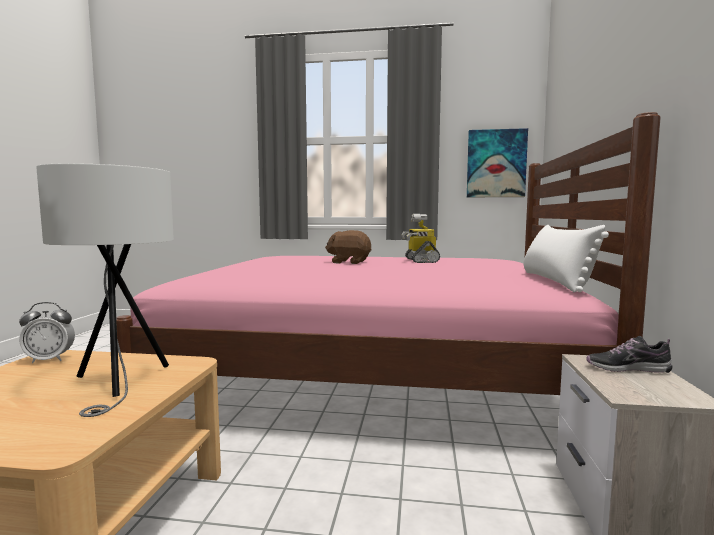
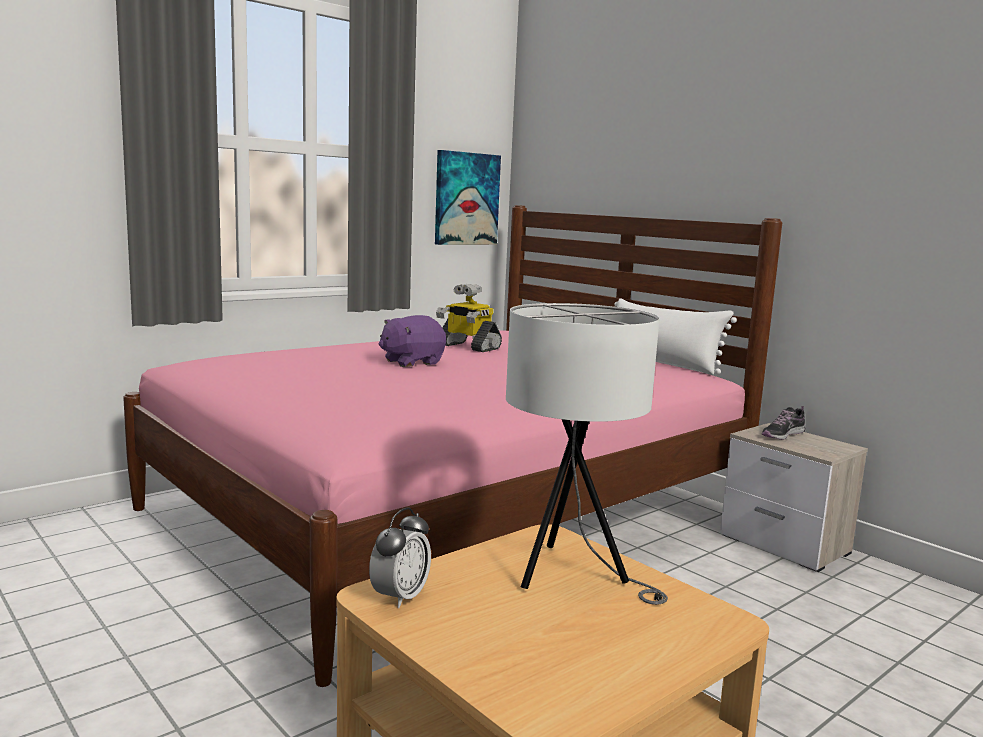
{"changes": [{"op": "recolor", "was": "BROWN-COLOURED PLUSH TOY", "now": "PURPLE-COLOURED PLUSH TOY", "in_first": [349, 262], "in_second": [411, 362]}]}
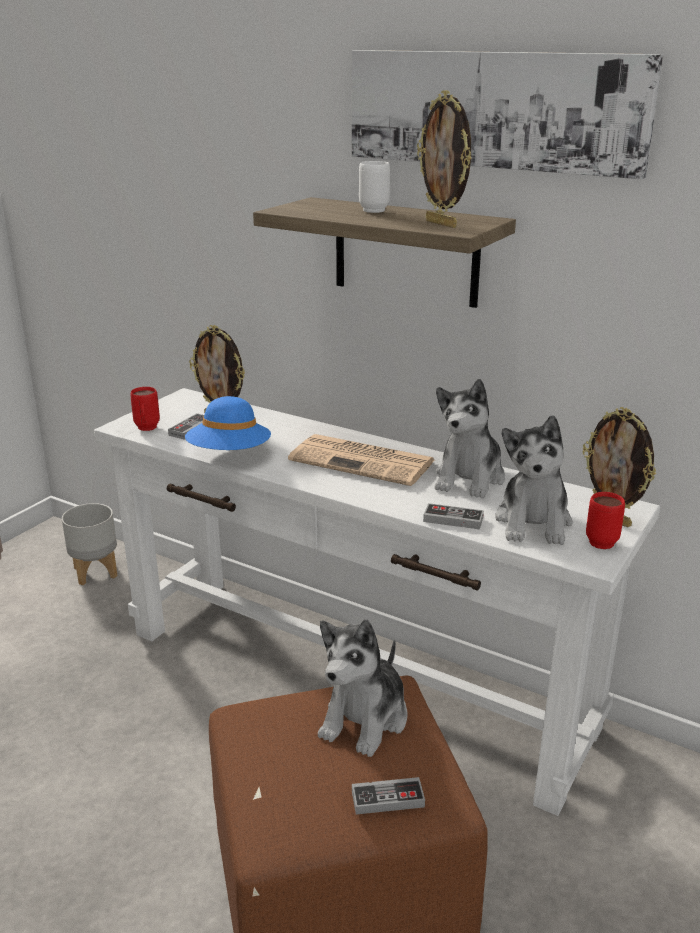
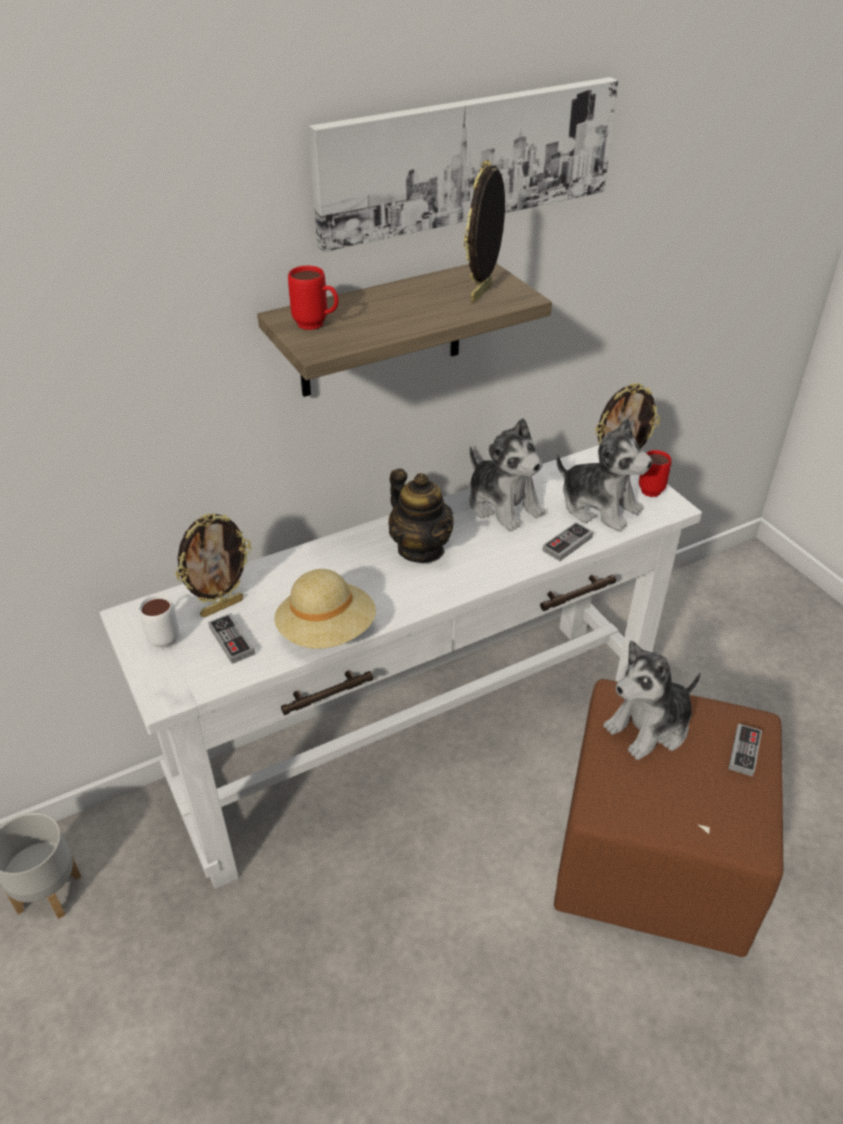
{"changes": [{"op": "move", "was": "RED COFFEE MUG", "in_first": [146, 429], "in_second": [317, 326]}, {"op": "move", "was": "WHITISH COFFEE MUG", "in_first": [377, 210], "in_second": [162, 636]}, {"op": "replace", "was": "PRINTED PAPER", "now": "TEAPOT", "in_first": [364, 461], "in_second": [421, 549]}, {"op": "recolor", "was": "BLUISH WEARABLE HAT", "now": "SAND-COLOURED WEARABLE HAT", "in_first": [229, 454], "in_second": [327, 631]}, {"op": "rotate", "was": "PLUSH TOY", "in_first": [365, 719], "in_second": [649, 727], "clockwise": 90}, {"op": "rotate", "was": "PHOTO FRAME", "in_first": [442, 224], "in_second": [483, 294], "clockwise": 120}]}
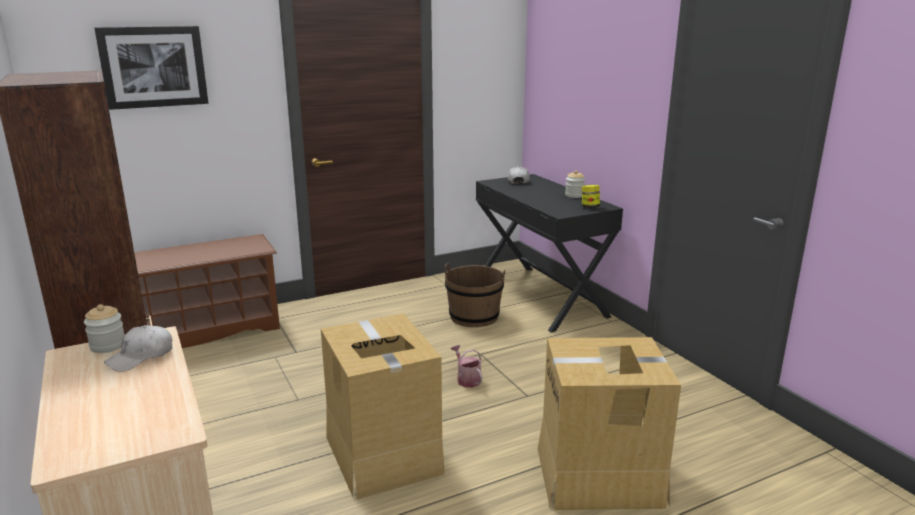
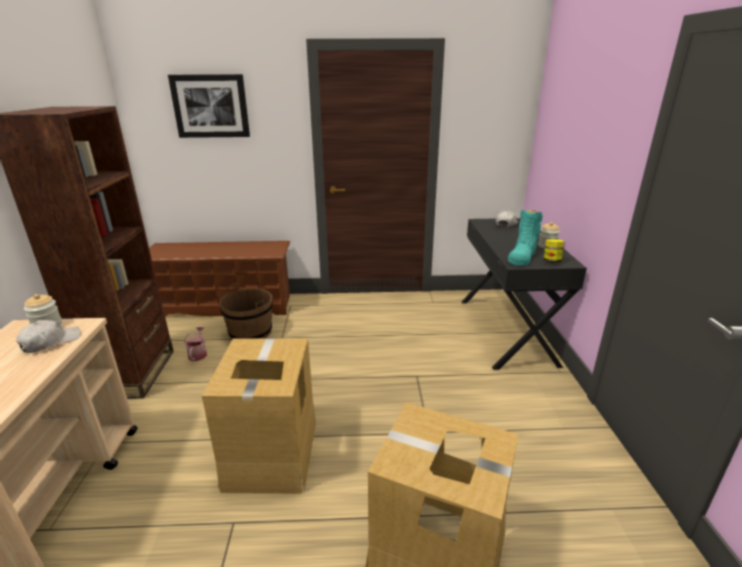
{"changes": [{"op": "insert", "now": "BLUE-GREEN HIGH-TOP BOOT", "in_second": [522, 256]}, {"op": "move", "was": "BROWN-COLOURED WATER BUCKET", "in_first": [474, 316], "in_second": [250, 332]}, {"op": "move", "was": "WATERING POT", "in_first": [467, 379], "in_second": [198, 354]}, {"op": "rotate", "was": "WHITISH PEAKED CAP", "in_first": [141, 357], "in_second": [50, 342], "clockwise": 150}]}
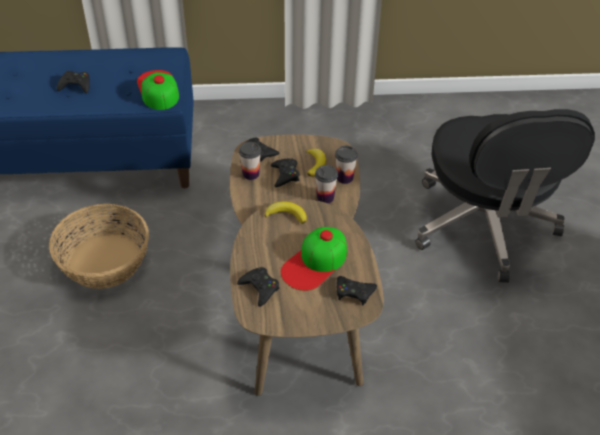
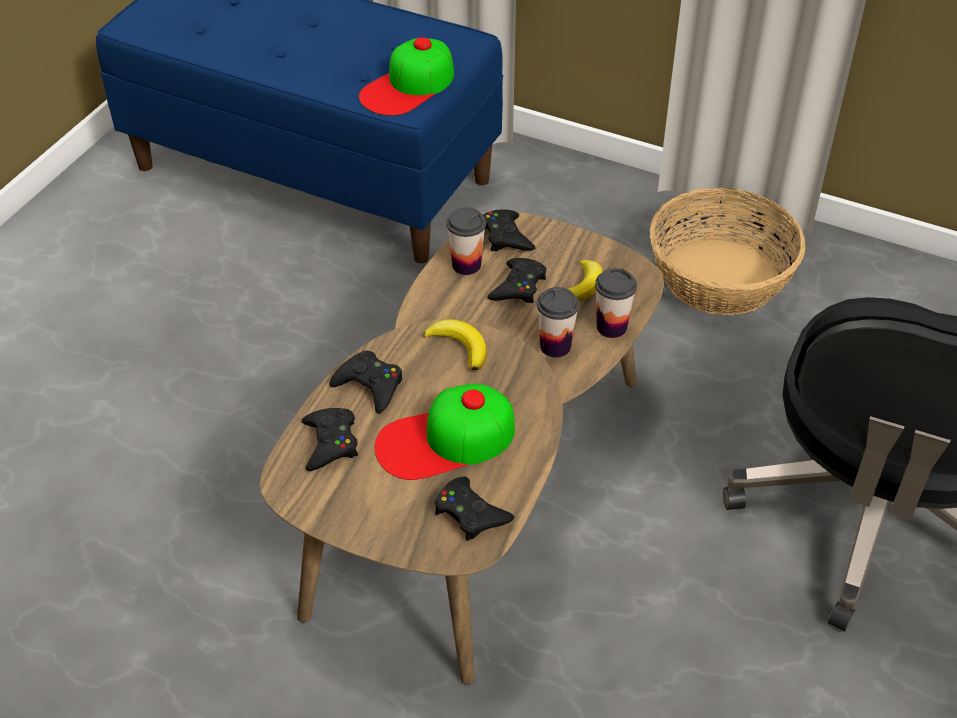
{"changes": [{"op": "move", "was": "STORAGE BASKET", "in_first": [104, 261], "in_second": [720, 276]}, {"op": "move", "was": "BLACK-COLOURED GAMEPAD", "in_first": [75, 85], "in_second": [370, 386]}, {"op": "rotate", "was": "PEAKED CAP", "in_first": [158, 89], "in_second": [408, 86], "clockwise": -150}]}
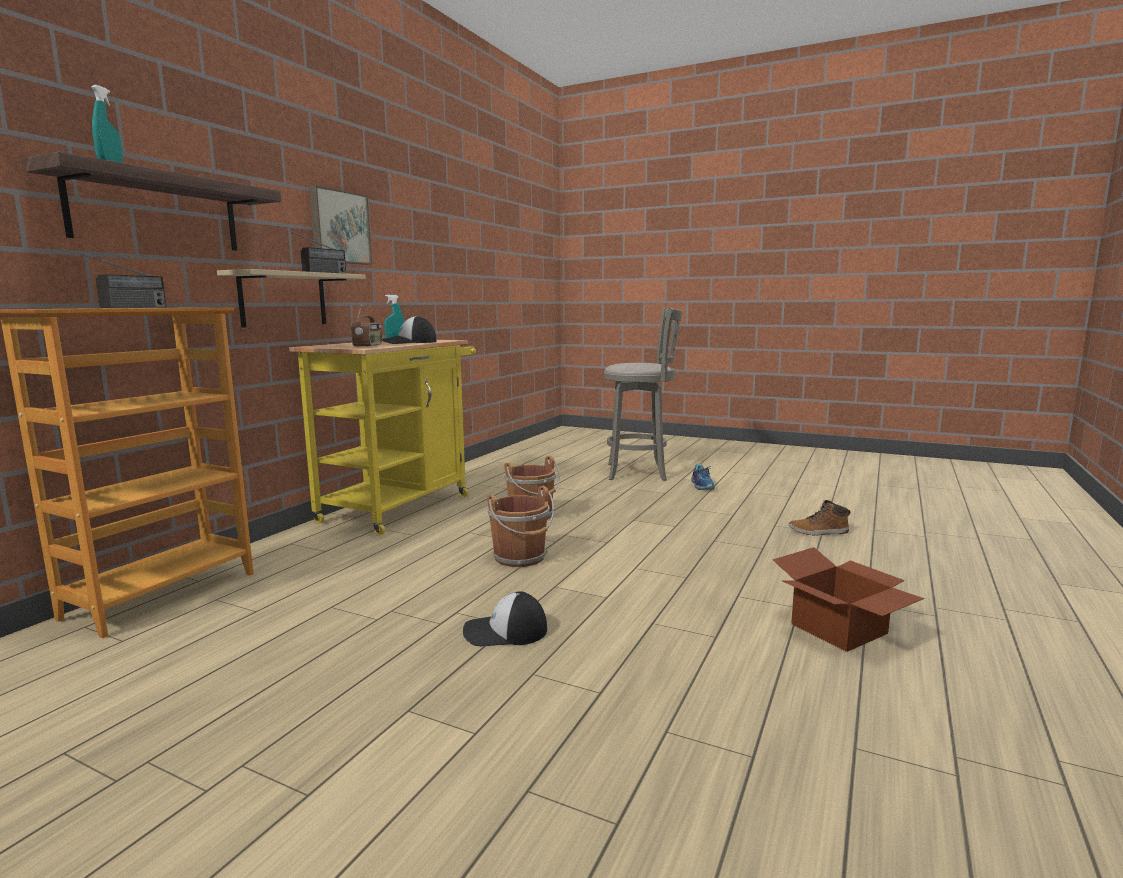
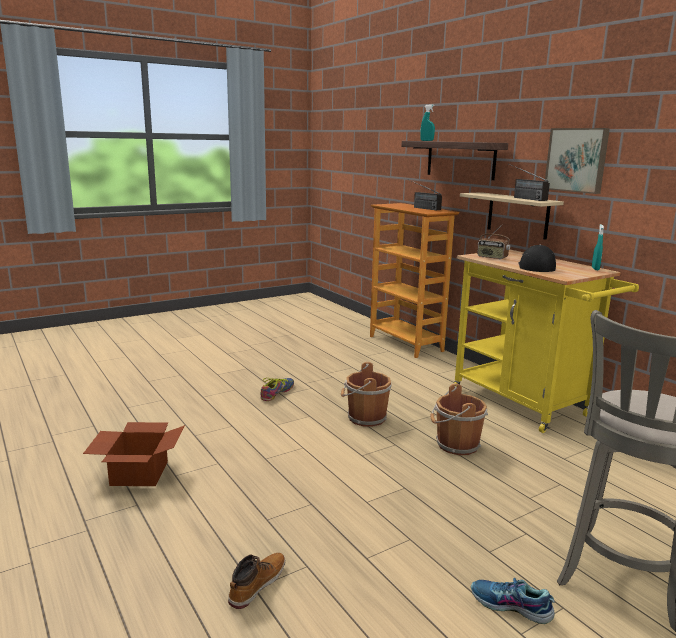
{"changes": [{"op": "replace", "was": "PEAKED CAP", "now": "LOW SHOE", "in_first": [504, 631], "in_second": [277, 392]}]}
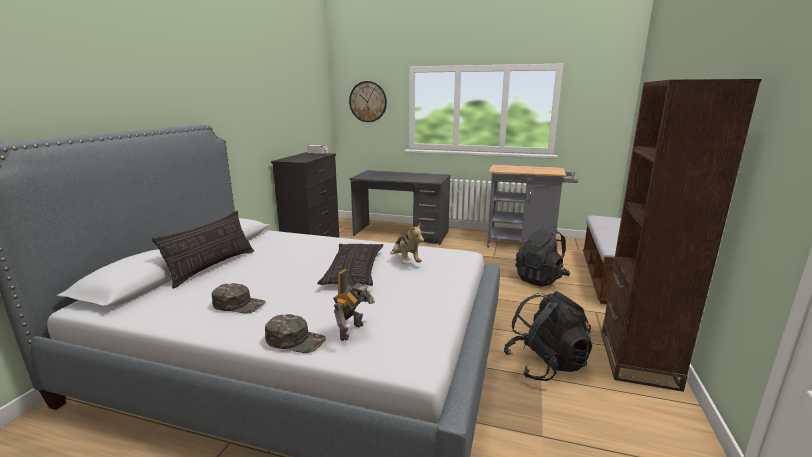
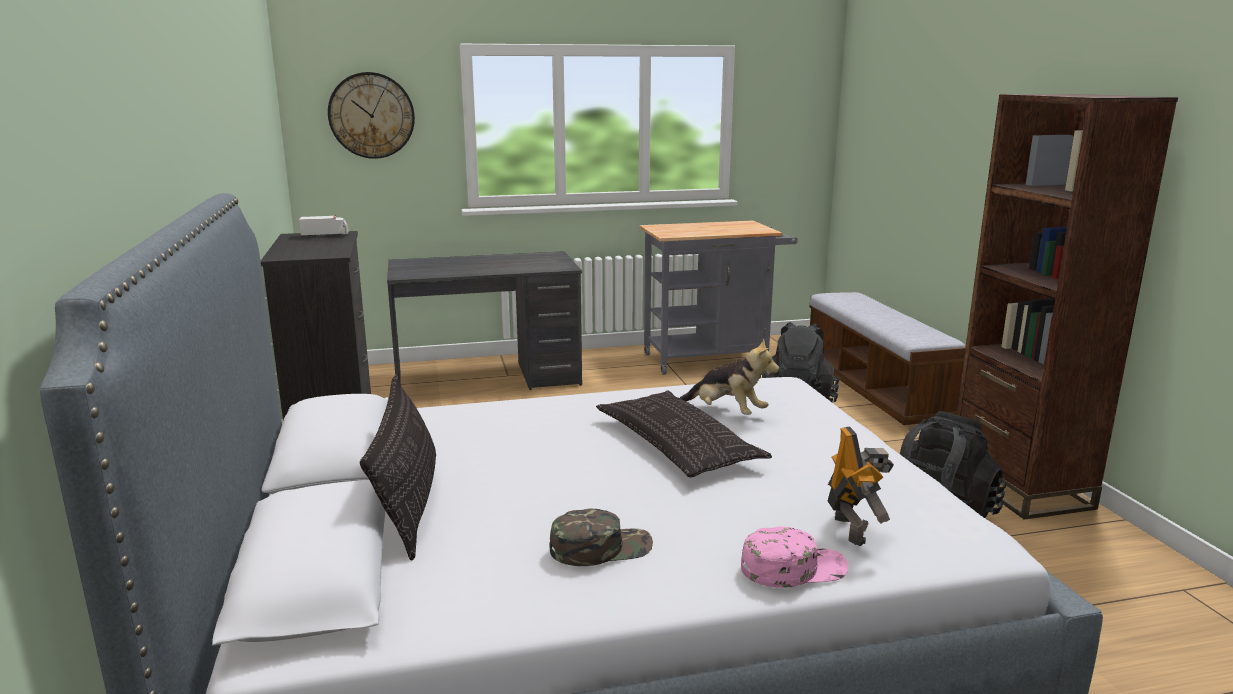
{"changes": [{"op": "recolor", "was": "GREEN PEAKED CAP", "now": "PINK PEAKED CAP", "in_first": [295, 340], "in_second": [793, 567]}]}
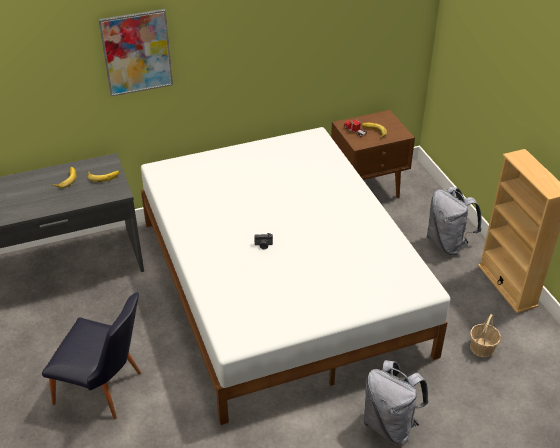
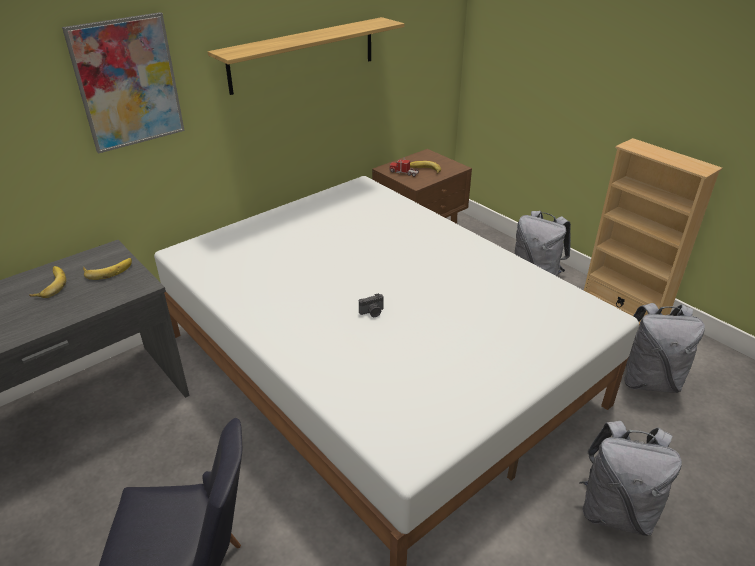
{"changes": [{"op": "insert", "now": "BRACKET SHELF", "in_second": [303, 54]}, {"op": "replace", "was": "STORAGE BASKET", "now": "GRAY BACKPACK", "in_first": [482, 348], "in_second": [648, 380]}]}
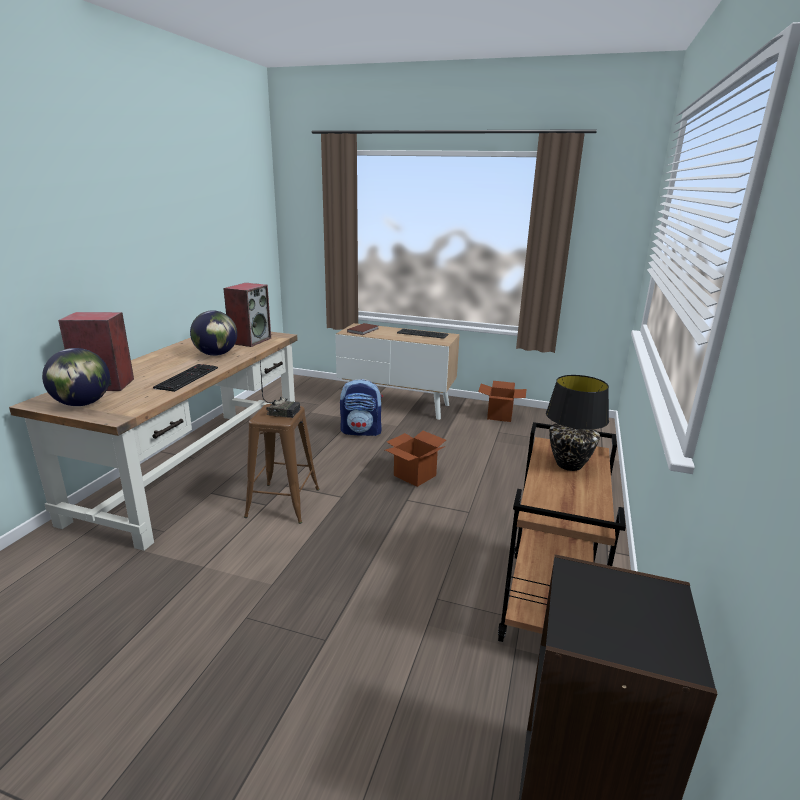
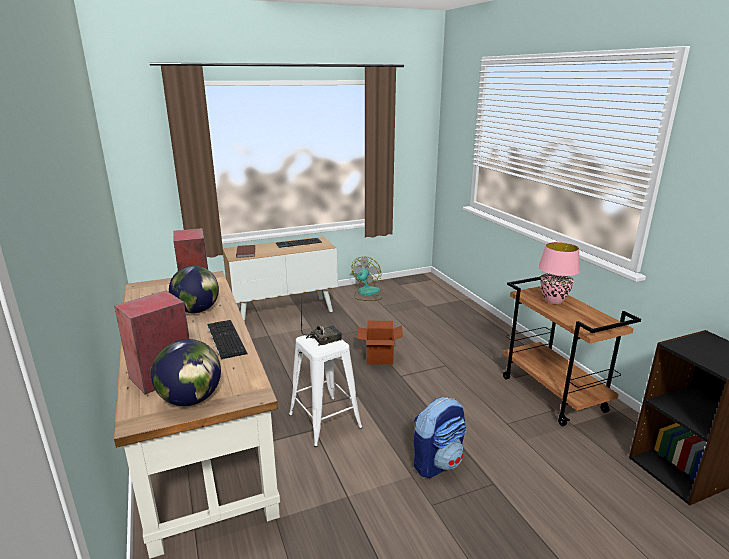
{"changes": [{"op": "move", "was": "BACKPACK", "in_first": [361, 431], "in_second": [437, 462]}, {"op": "replace", "was": "PACKING BOX", "now": "FAN", "in_first": [499, 415], "in_second": [366, 294]}, {"op": "recolor", "was": "BROWN-COLOURED STOOL", "now": "WHITISH STOOL", "in_first": [283, 502], "in_second": [324, 420]}, {"op": "recolor", "was": "BLACK-COLOURED LAMP FOR A TABLE", "now": "PINK LAMP FOR A TABLE", "in_first": [569, 465], "in_second": [554, 301]}]}
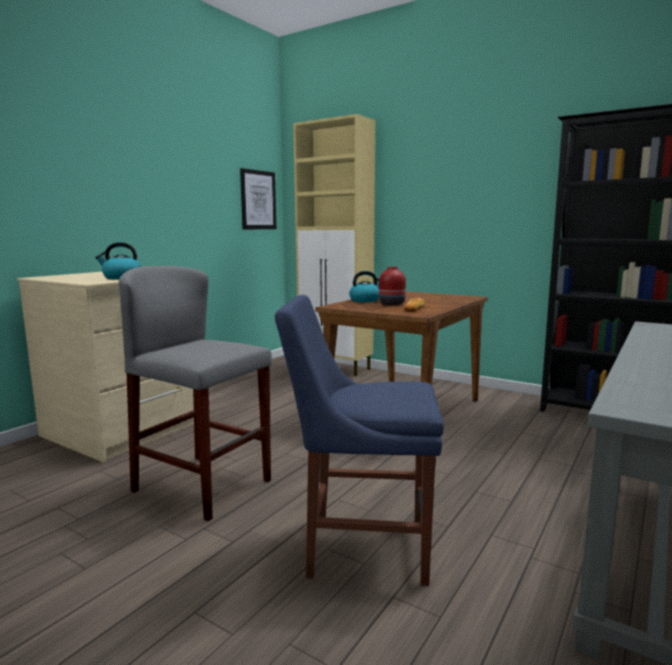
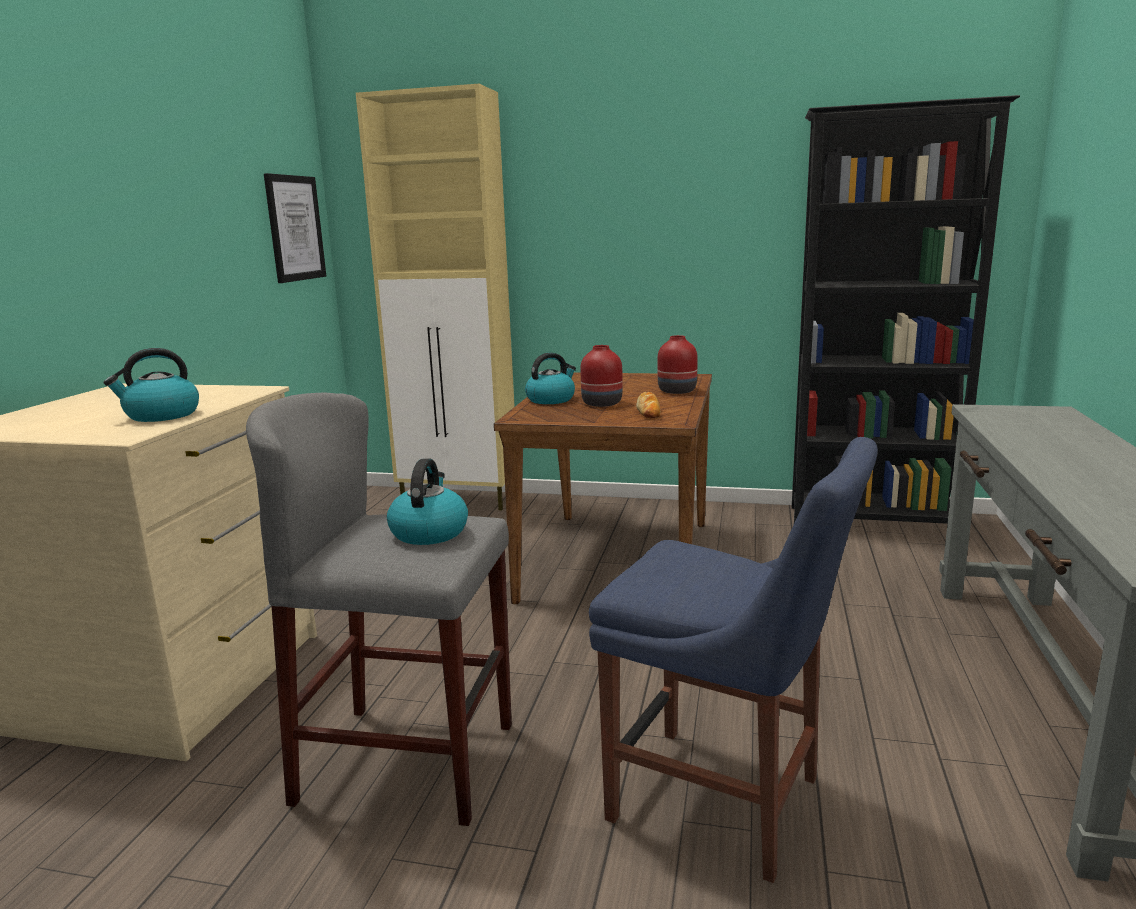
{"changes": [{"op": "insert", "now": "KETTLE", "in_second": [429, 532]}, {"op": "insert", "now": "RED VASE", "in_second": [678, 391]}, {"op": "rotate", "was": "BLUISH CHAIR", "in_first": [360, 545], "in_second": [725, 803], "clockwise": -135}]}
